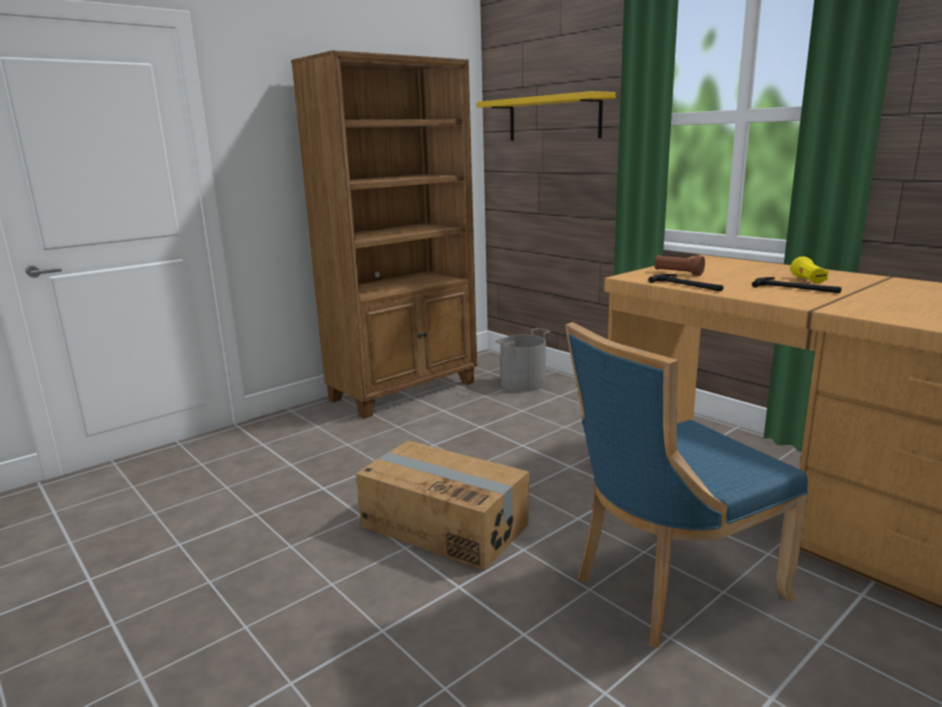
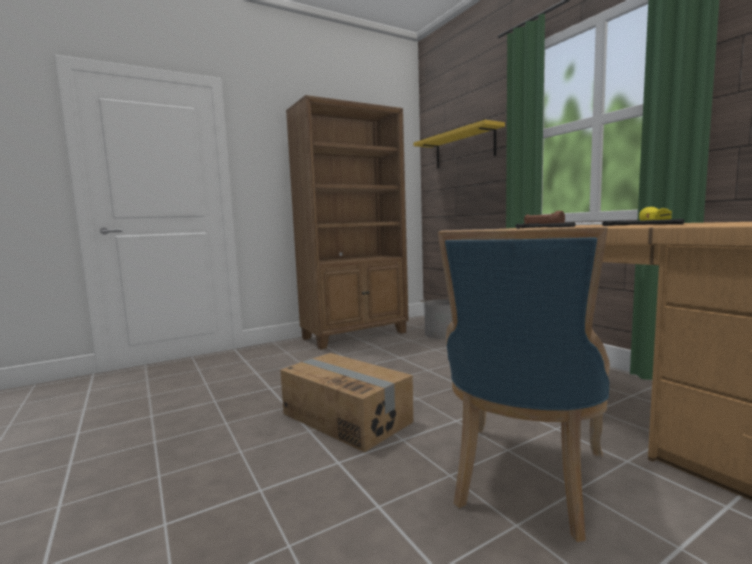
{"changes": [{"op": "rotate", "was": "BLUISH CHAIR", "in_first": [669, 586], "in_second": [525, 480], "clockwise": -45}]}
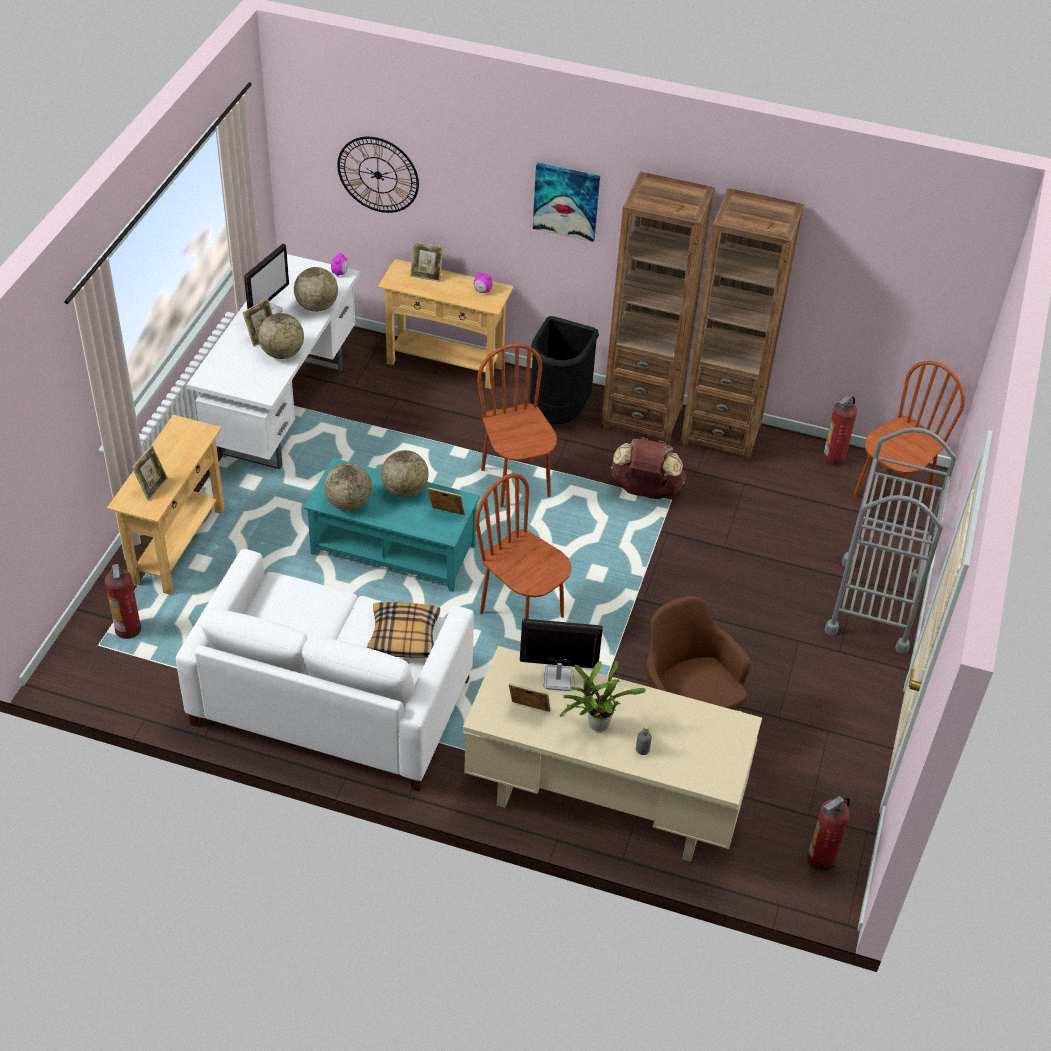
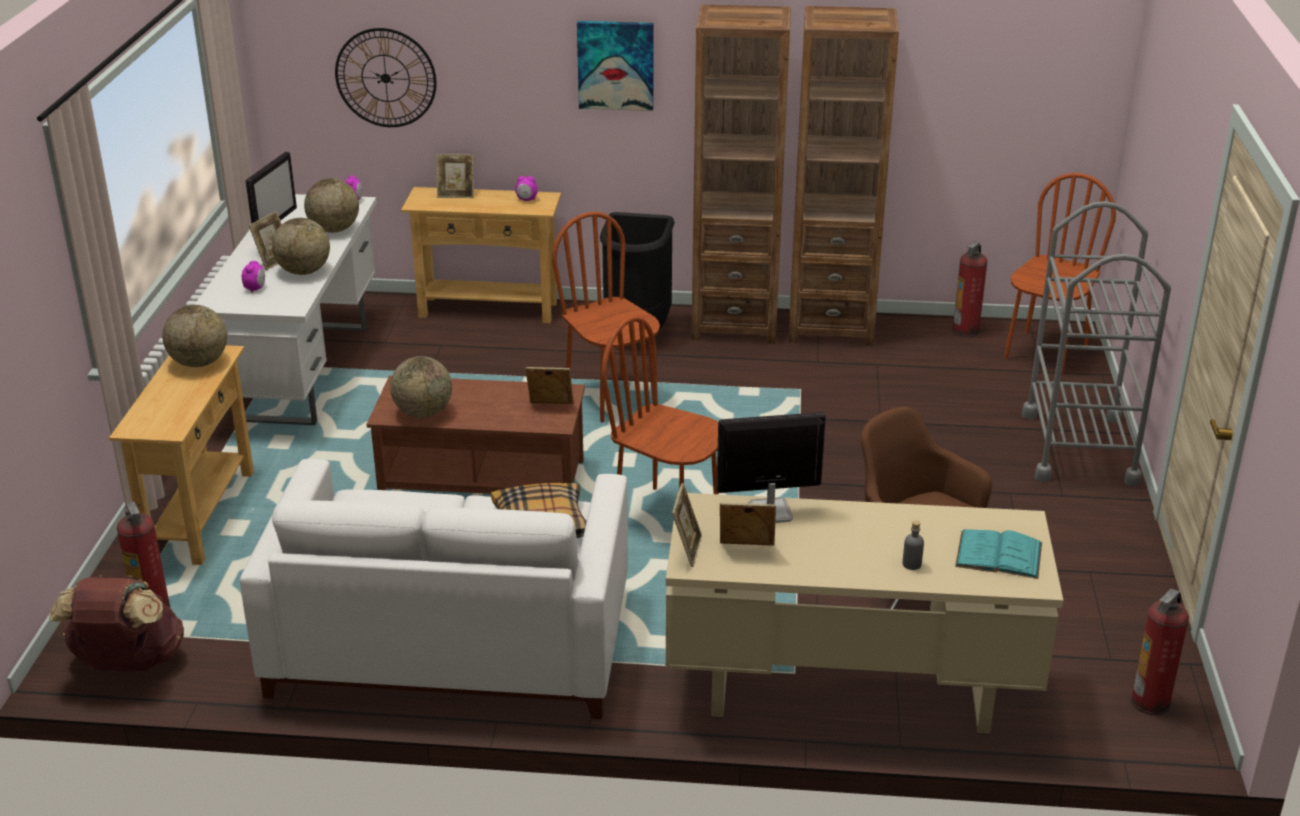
{"changes": [{"op": "delete", "was": "HOUSEPLANT", "in_first": [595, 725]}, {"op": "insert", "now": "TABLE CLOCK", "in_second": [255, 289]}, {"op": "insert", "now": "BLUE-GREEN VOLUME", "in_second": [999, 554]}, {"op": "move", "was": "PHOTO FRAME", "in_first": [152, 487], "in_second": [687, 550]}, {"op": "move", "was": "DESK GLOBE", "in_first": [405, 490], "in_second": [199, 363]}, {"op": "move", "was": "BROWN-COLOURED BACKPACK", "in_first": [645, 491], "in_second": [128, 664]}, {"op": "recolor", "was": "BLUE-GREEN COFFEE TABLE", "now": "BROWN-COLOURED COFFEE TABLE", "in_first": [392, 550], "in_second": [482, 481]}]}
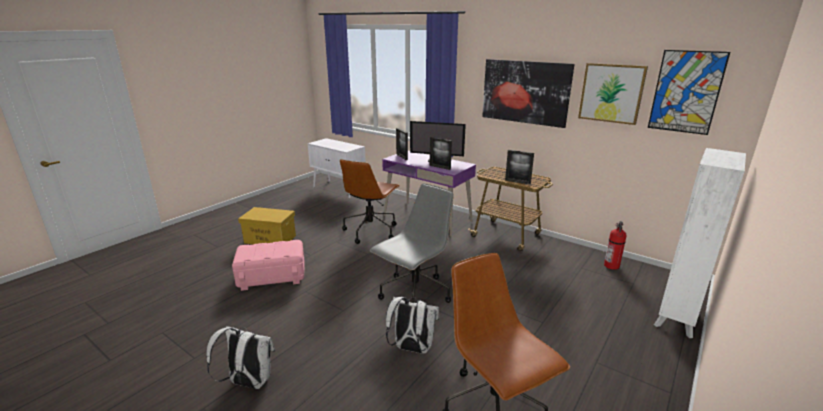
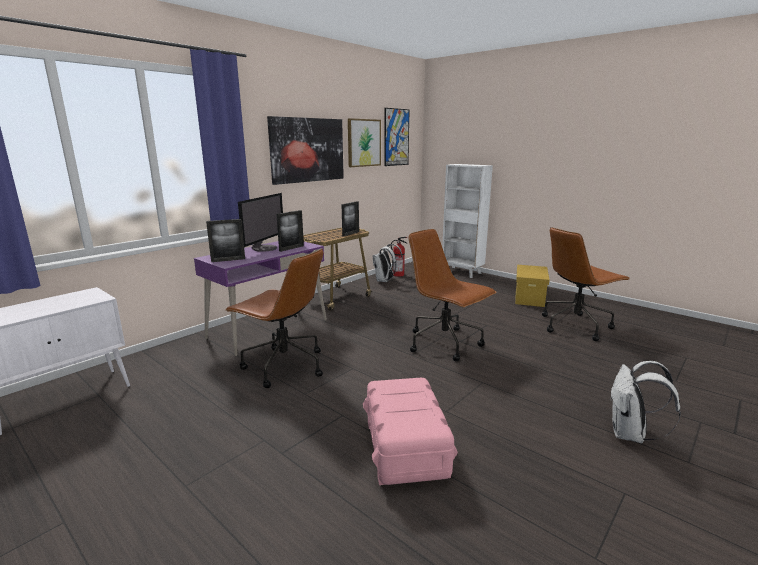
{"changes": [{"op": "move", "was": "YELLOW-COLOURED STORAGE BOX", "in_first": [271, 239], "in_second": [529, 298]}, {"op": "move", "was": "WHITISH BACKPACK", "in_first": [411, 348], "in_second": [385, 281]}, {"op": "recolor", "was": "GRAY DESK CHAIR", "now": "BROWN-COLOURED DESK CHAIR", "in_first": [414, 294], "in_second": [445, 344]}]}
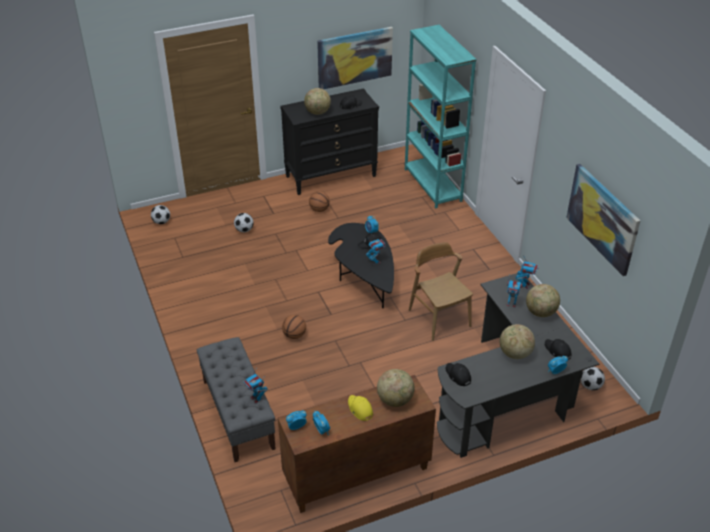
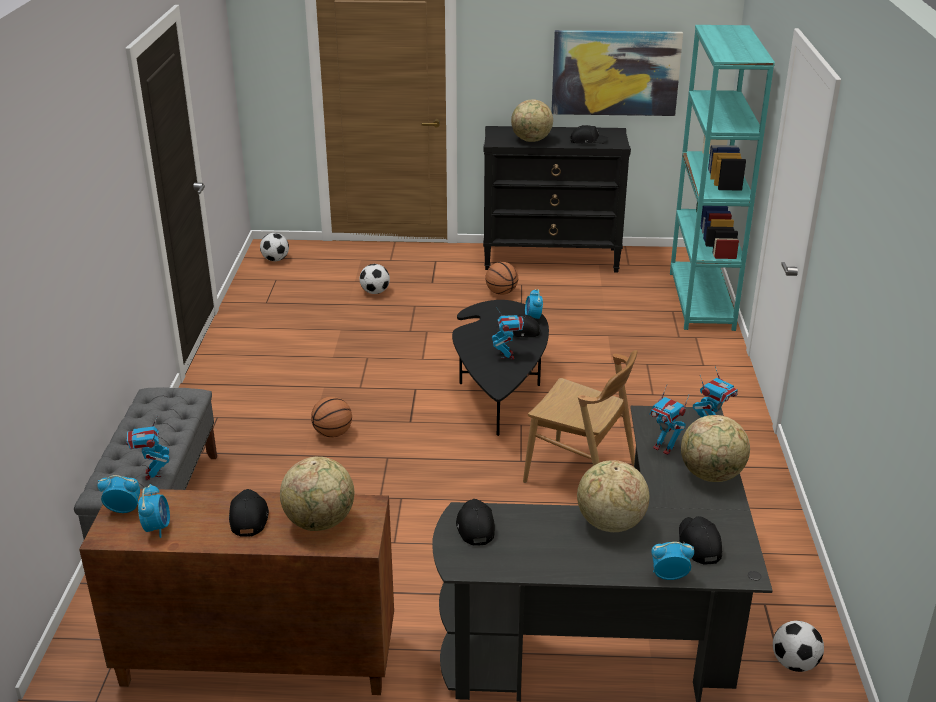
{"changes": [{"op": "delete", "was": "WALL PICTURE", "in_first": [602, 218]}, {"op": "recolor", "was": "YELLOW-COLOURED PEAKED CAP", "now": "BLACK-COLOURED PEAKED CAP", "in_first": [360, 409], "in_second": [248, 517]}, {"op": "rotate", "was": "BROWN-COLOURED CHAIR", "in_first": [439, 318], "in_second": [580, 474], "clockwise": 120}]}
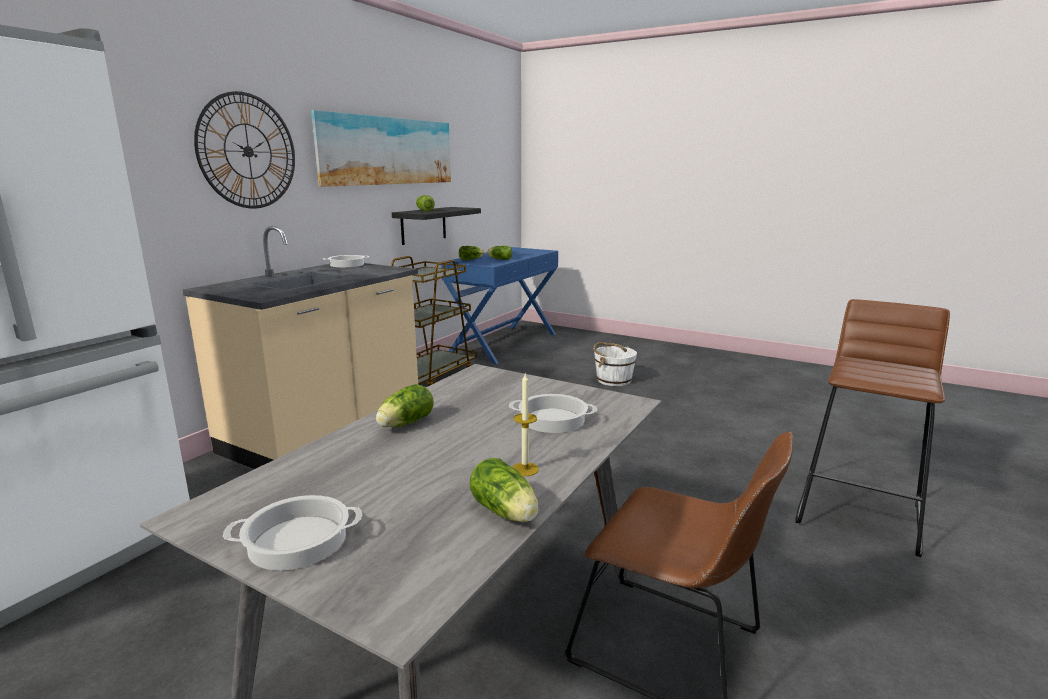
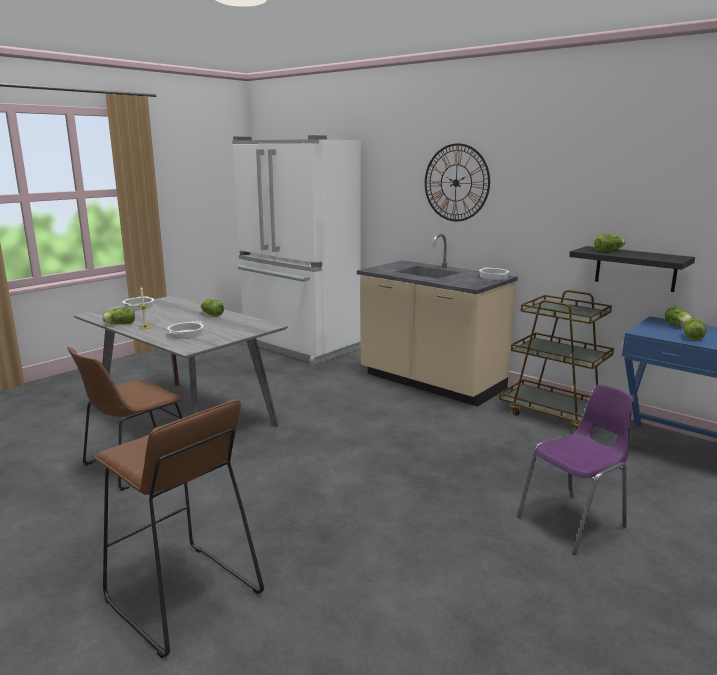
{"changes": [{"op": "delete", "was": "WALL PICTURE", "in_first": [387, 151]}, {"op": "replace", "was": "WHITISH WATER BUCKET", "now": "PURPLE-COLOURED CHAIR", "in_first": [613, 380], "in_second": [574, 522]}]}
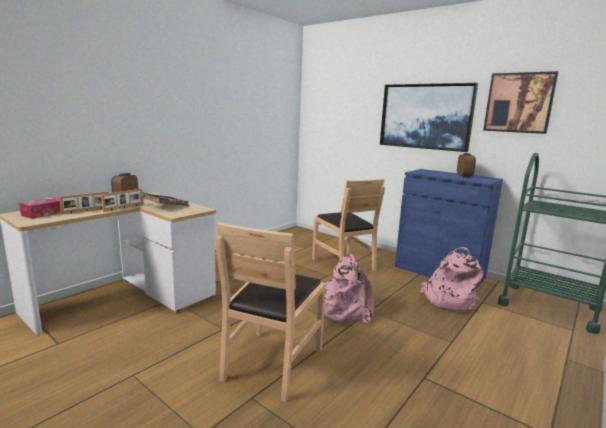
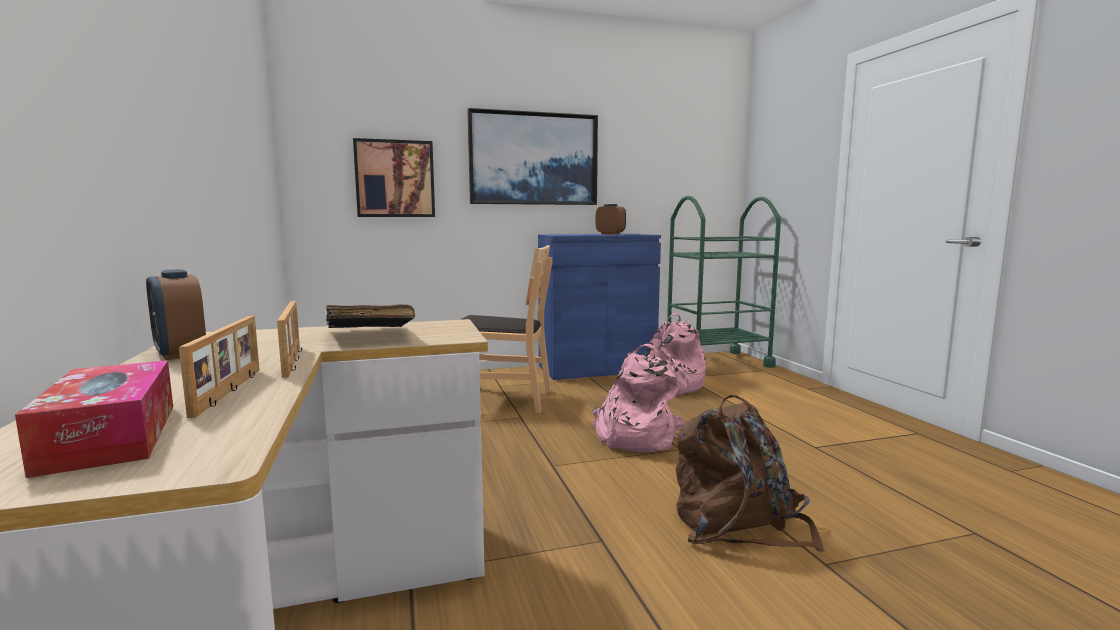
{"changes": [{"op": "move", "was": "WALL PICTURE", "in_first": [519, 103], "in_second": [395, 179]}, {"op": "replace", "was": "BROWN-COLOURED CHAIR", "now": "BROWN-COLOURED BACKPACK", "in_first": [272, 362], "in_second": [738, 523]}]}
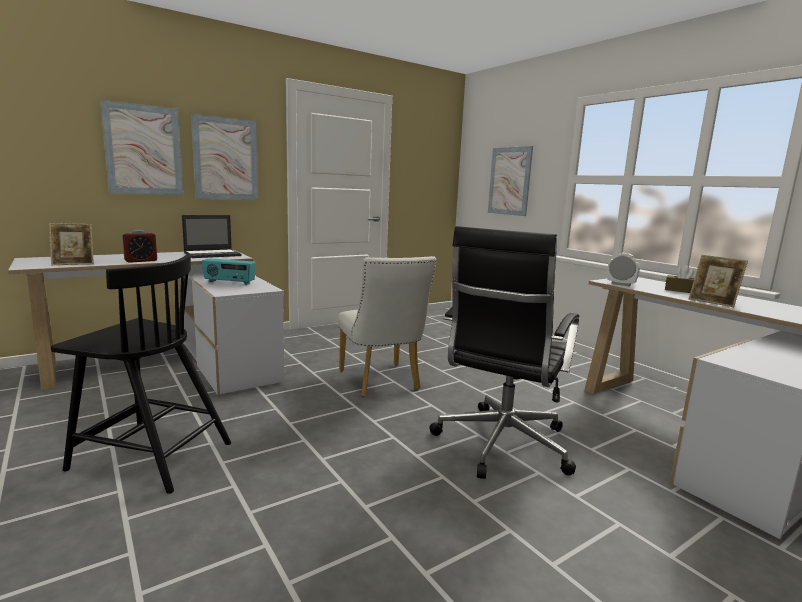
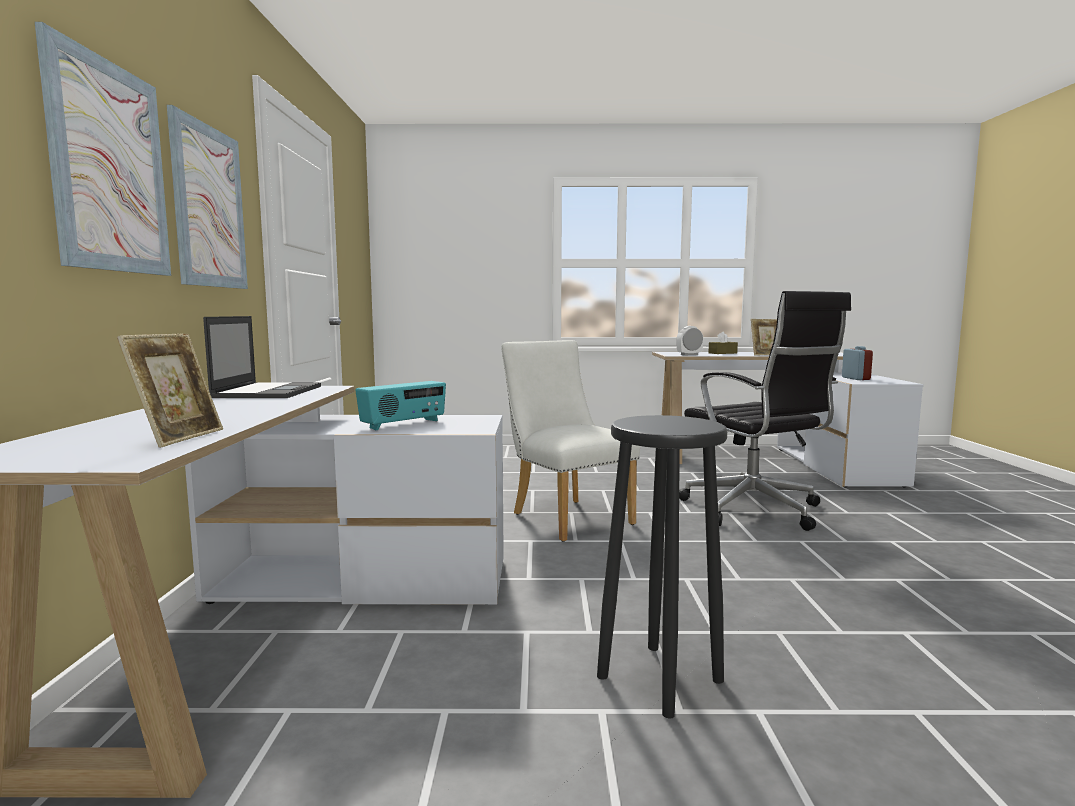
{"changes": [{"op": "delete", "was": "WALL PICTURE", "in_first": [509, 181]}, {"op": "move", "was": "TABLE CLOCK", "in_first": [141, 261], "in_second": [855, 378]}, {"op": "replace", "was": "BLACK-COLOURED CHAIR", "now": "BLACK-COLOURED STOOL", "in_first": [150, 455], "in_second": [661, 679]}, {"op": "rotate", "was": "WHITISH CHAIR", "in_first": [381, 382], "in_second": [566, 517], "clockwise": -135}]}
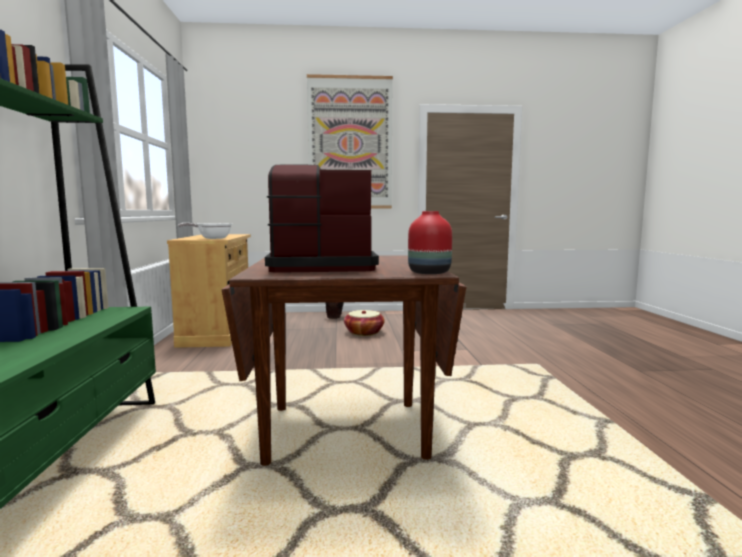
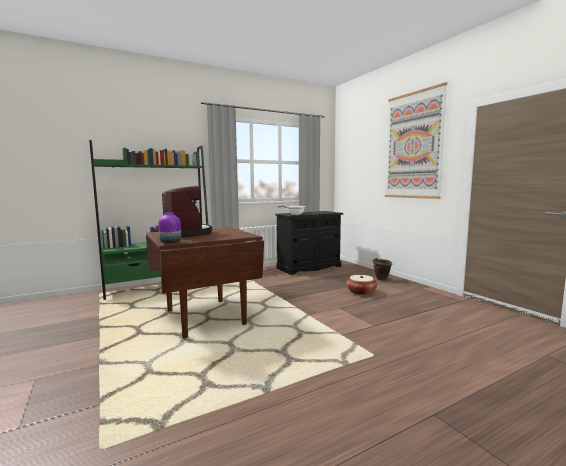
{"changes": [{"op": "recolor", "was": "SAND-COLOURED STORAGE CABINET", "now": "BLACK-COLOURED STORAGE CABINET", "in_first": [217, 332], "in_second": [309, 267]}, {"op": "recolor", "was": "RED VASE", "now": "PURPLE-COLOURED VASE", "in_first": [429, 273], "in_second": [171, 242]}]}
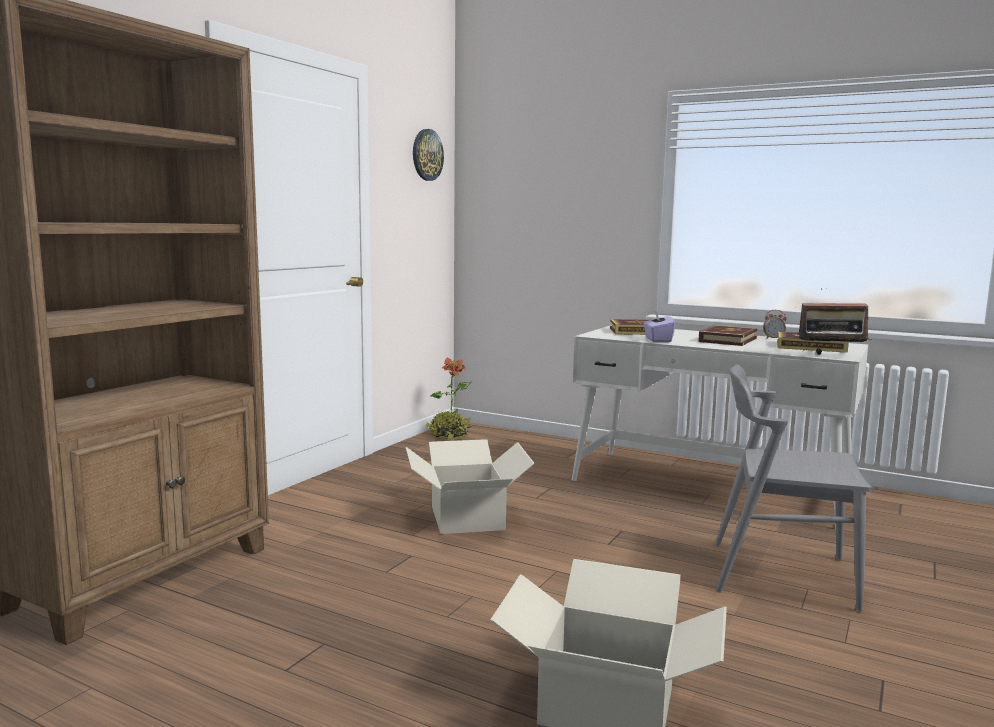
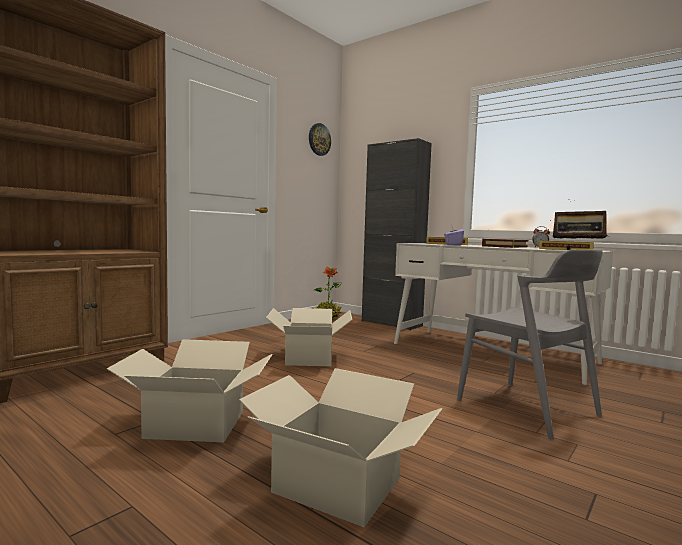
{"changes": [{"op": "insert", "now": "PACKING BOX", "in_second": [196, 424]}, {"op": "insert", "now": "BLACK-COLOURED STORAGE CABINET", "in_second": [391, 323]}, {"op": "rotate", "was": "GRAY CHAIR", "in_first": [781, 574], "in_second": [527, 408], "clockwise": -150}]}
